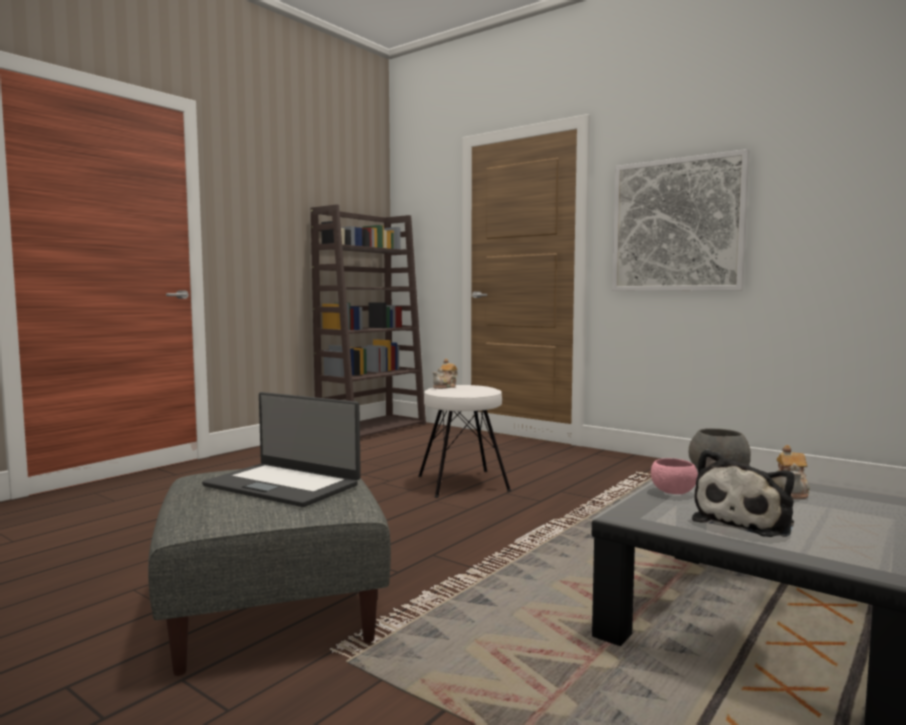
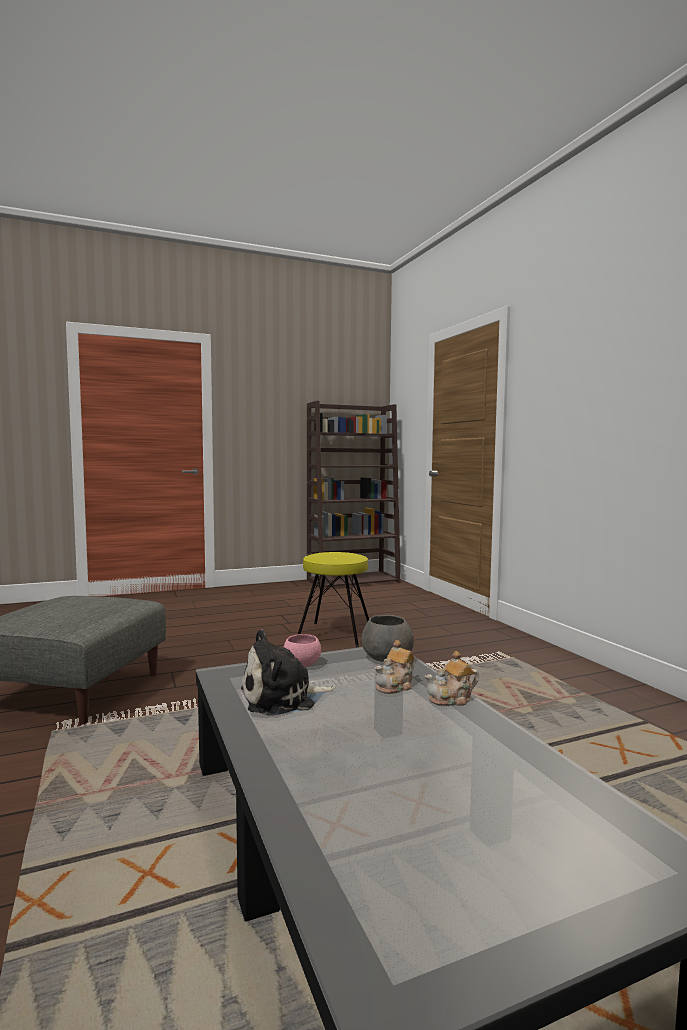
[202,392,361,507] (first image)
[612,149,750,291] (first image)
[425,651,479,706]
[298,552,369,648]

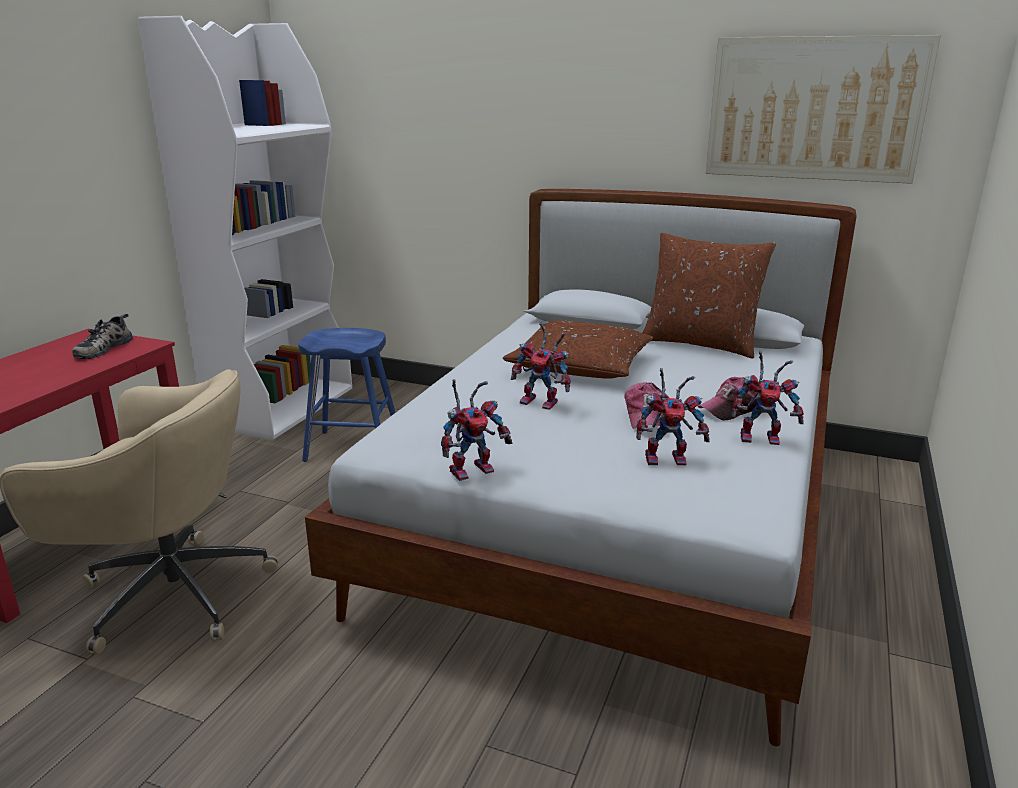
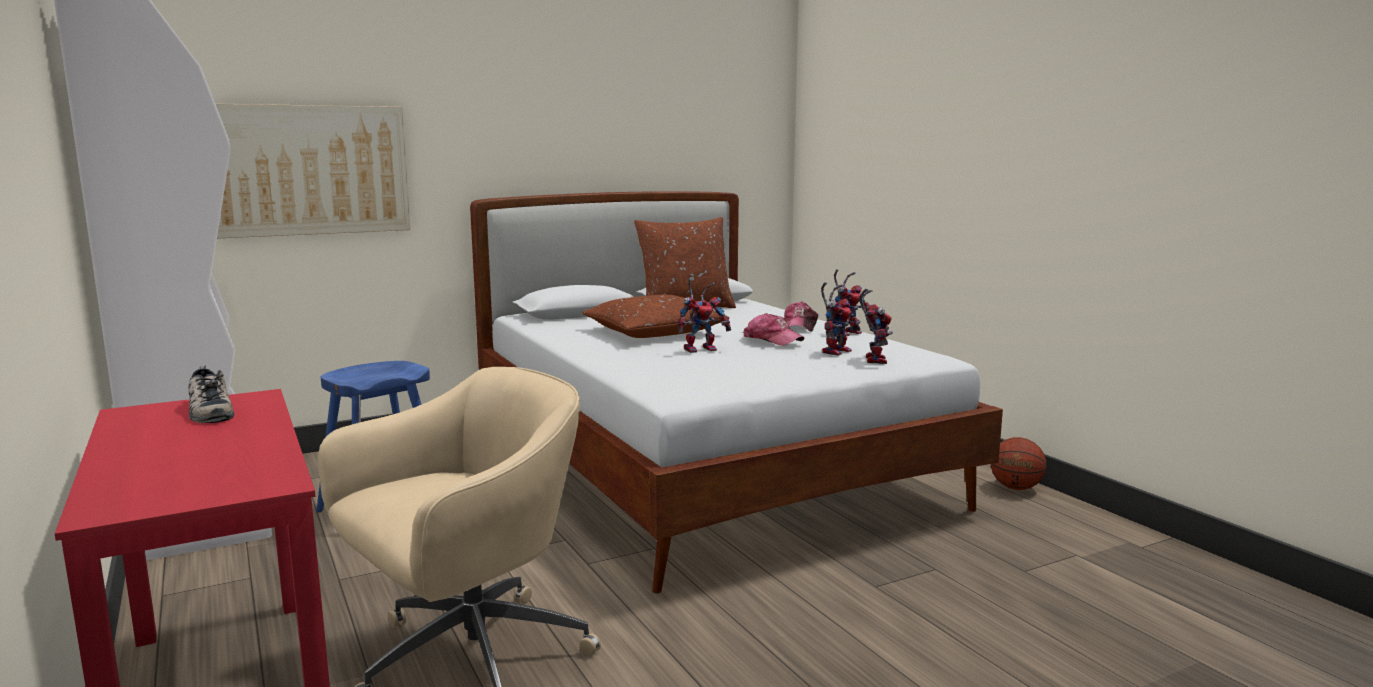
[991,437,1047,490]
[860,289,893,364]
[216,104,410,239]

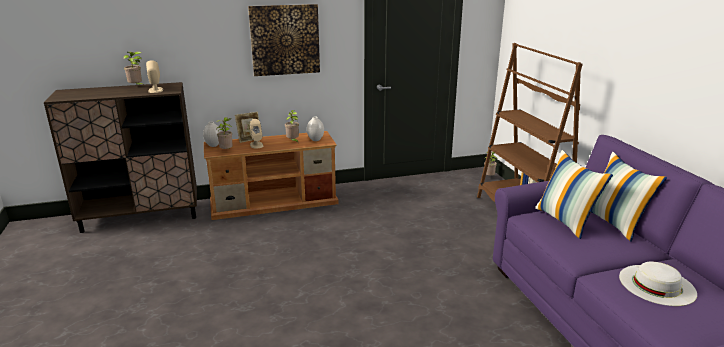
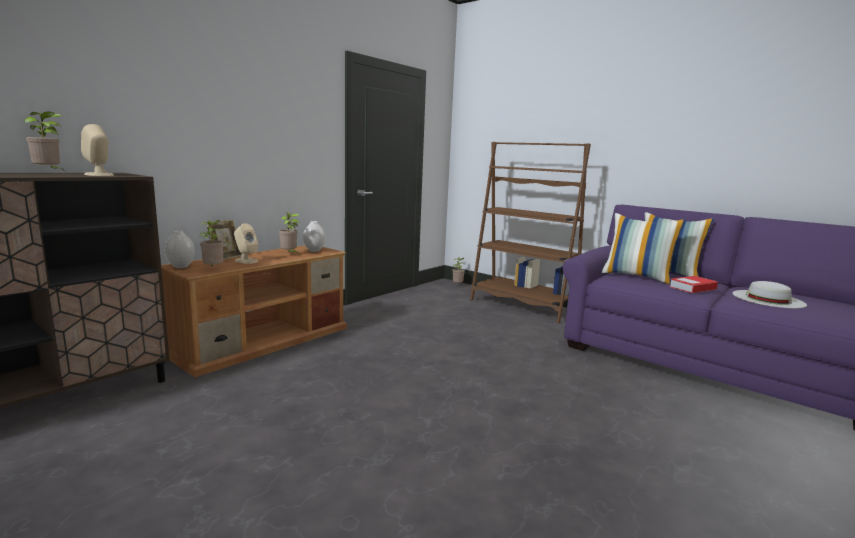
[248,4,320,76] (first image)
[669,276,718,293]

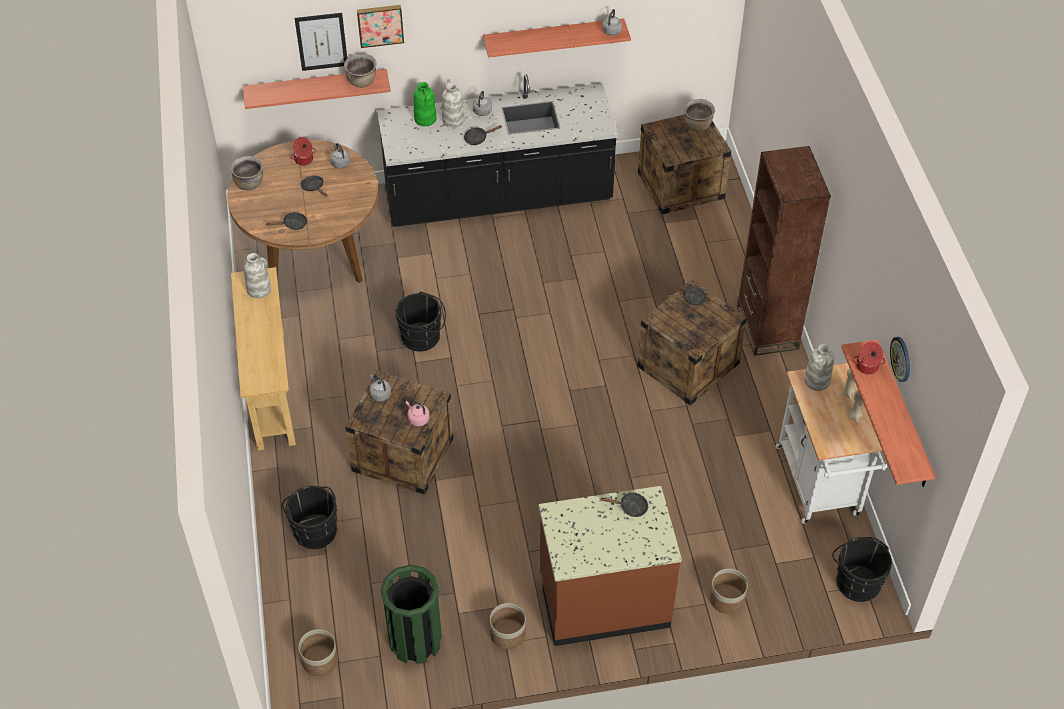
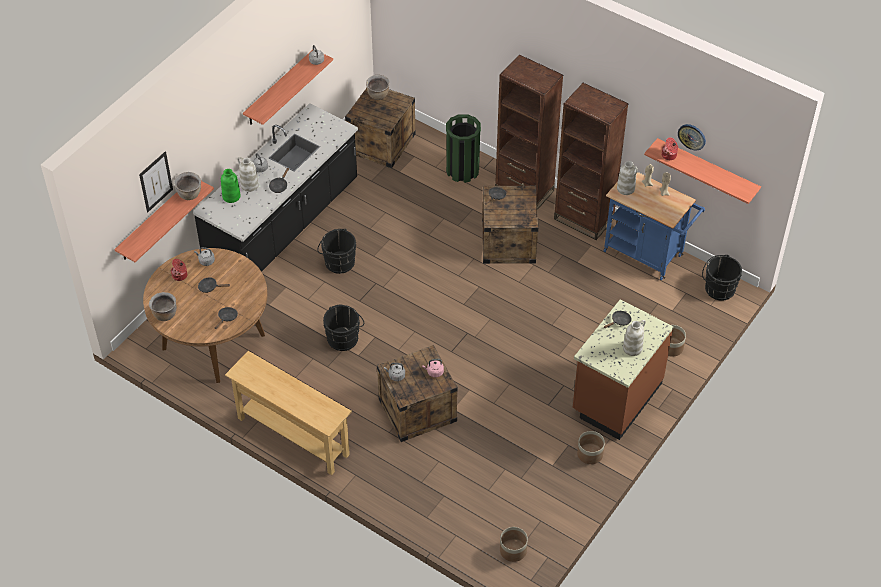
[357,5,404,48] (first image)
[554,83,628,240]
[623,320,646,356]
[317,229,356,274]
[446,114,481,183]
[604,172,705,280]

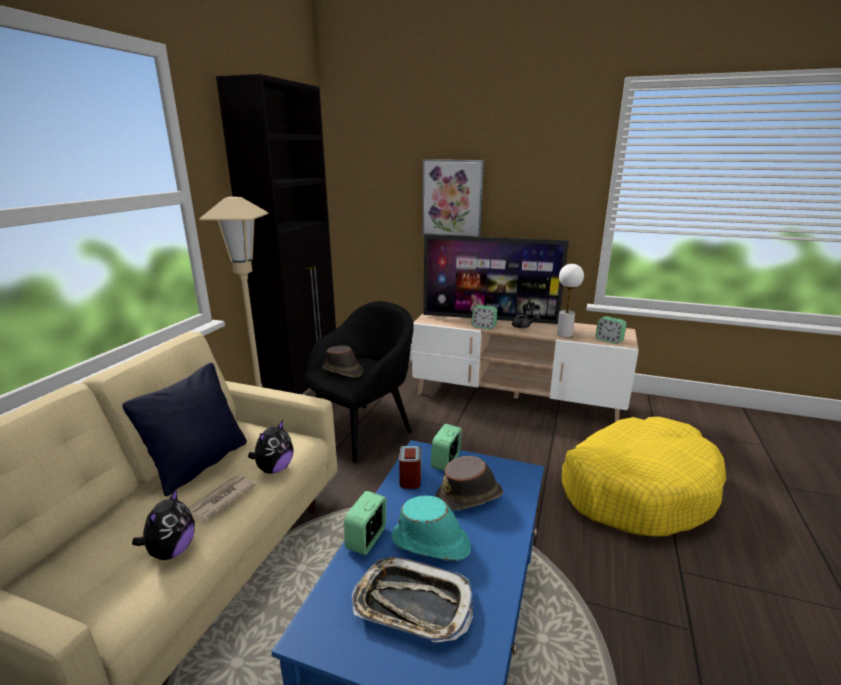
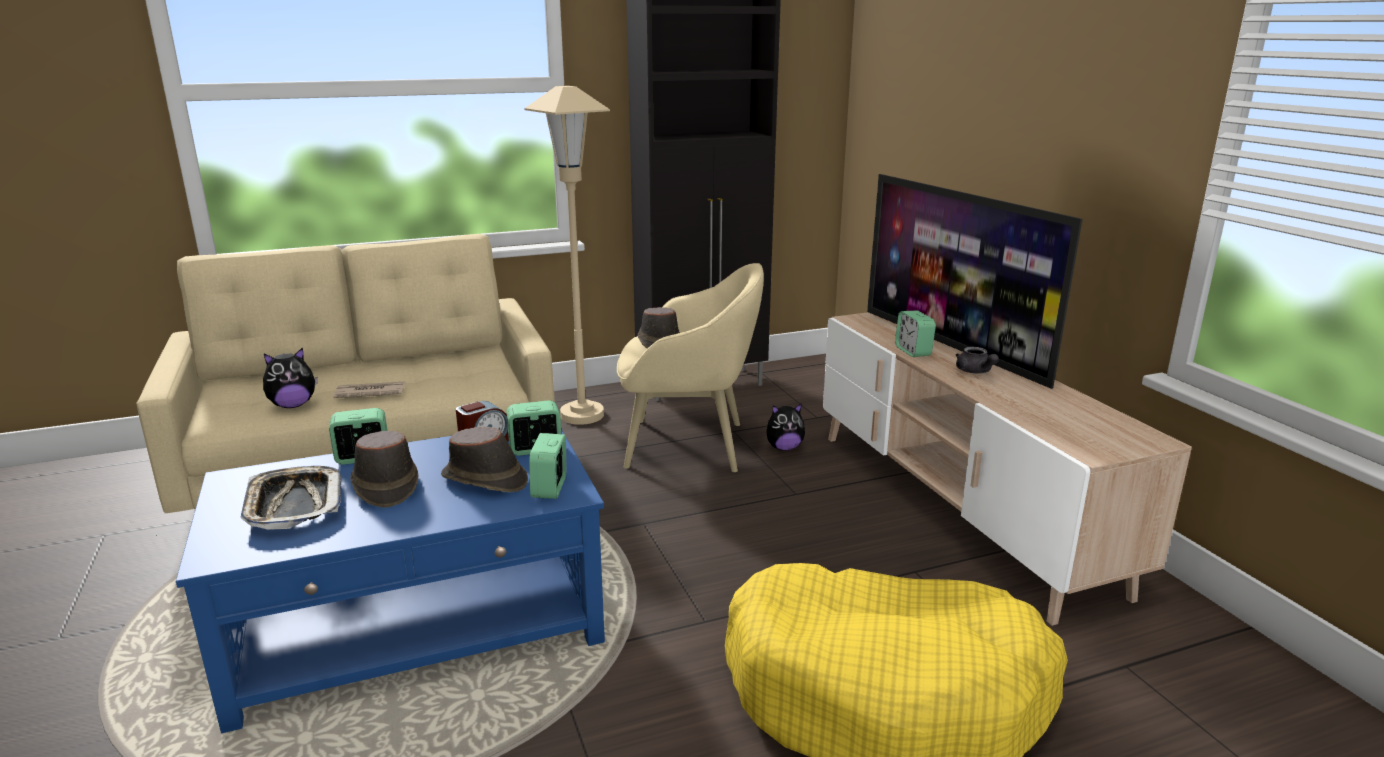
[122,363,247,497] (first image)
[423,160,484,237] (first image)
[557,264,584,337] (first image)
[766,403,805,451]
[529,433,566,499]
[617,263,764,472]
[350,431,418,508]

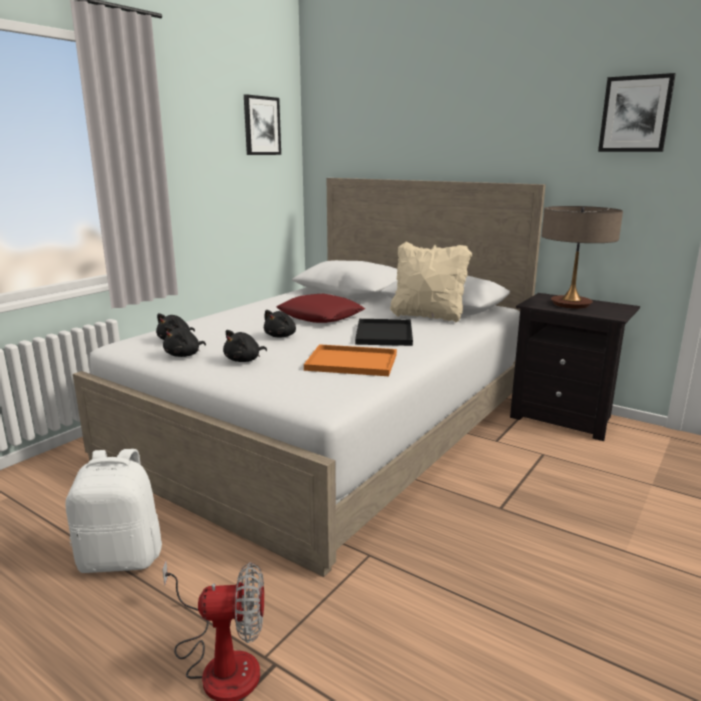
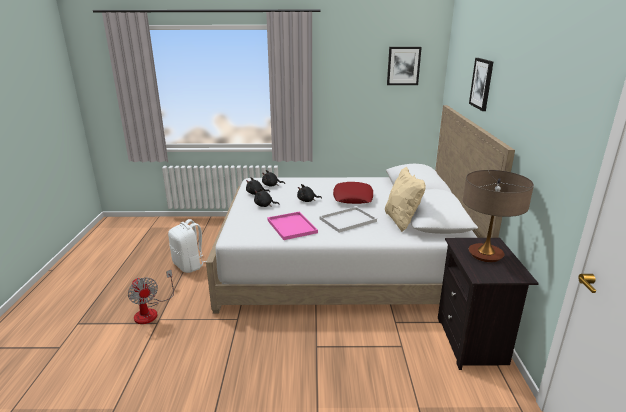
[469,58,493,111]
[267,212,318,240]
[320,207,377,233]

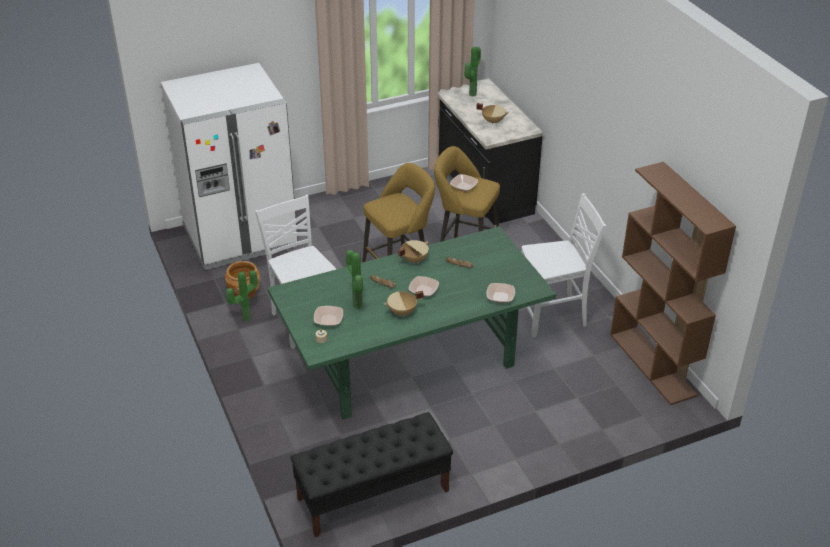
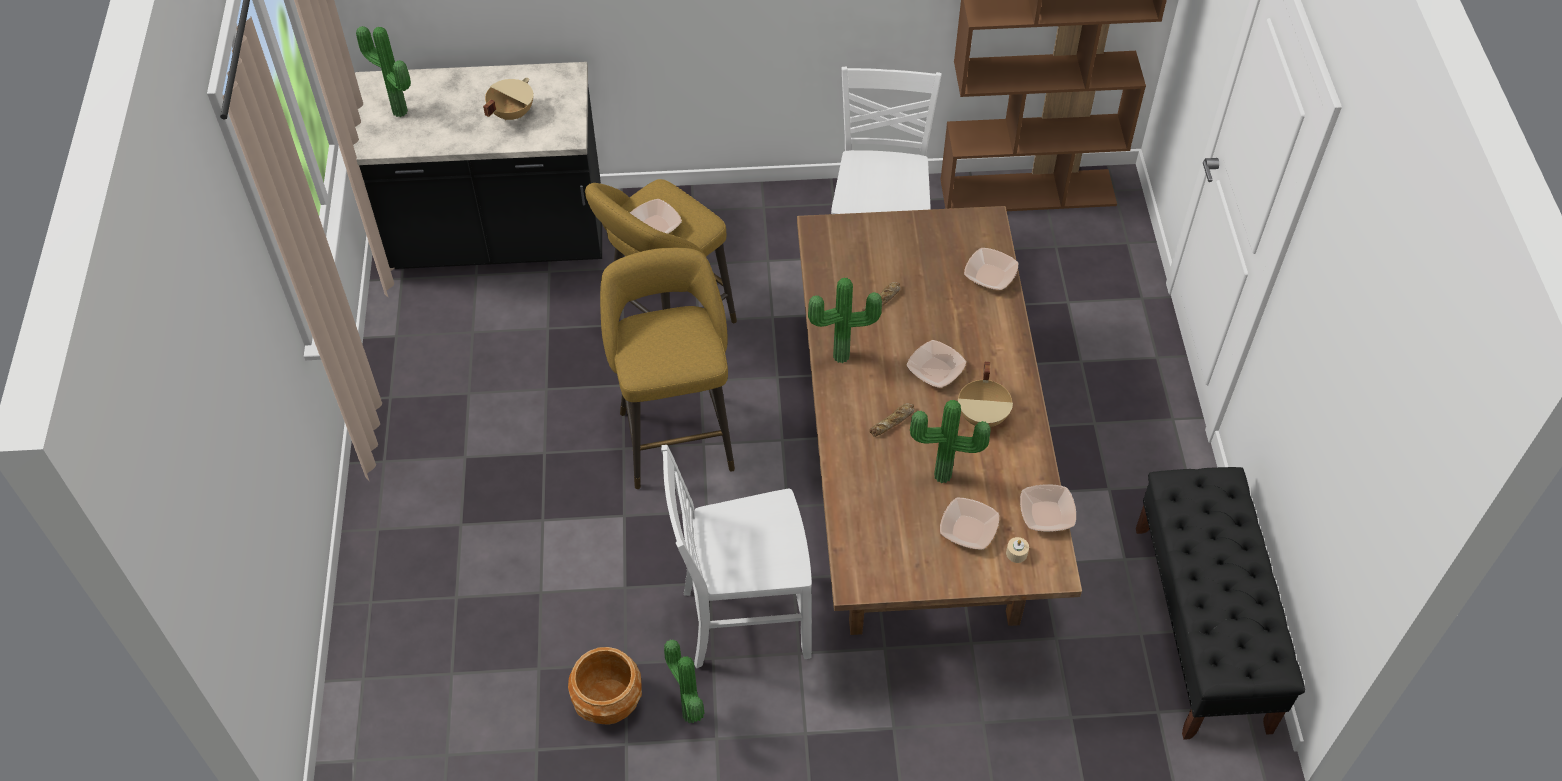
[161,63,298,270] (first image)
[1020,484,1076,531]
[808,277,882,363]
[797,206,1082,635]

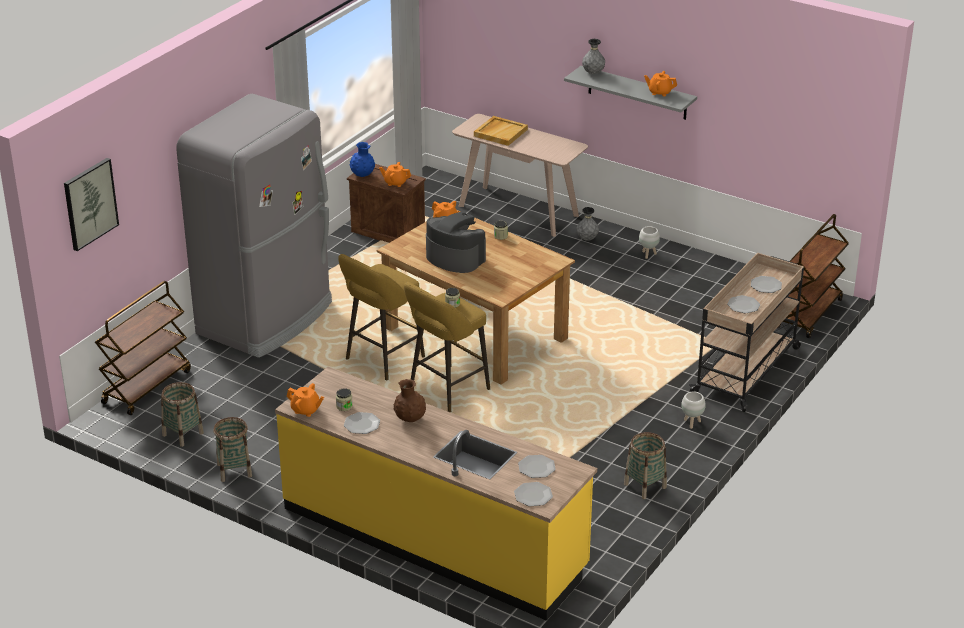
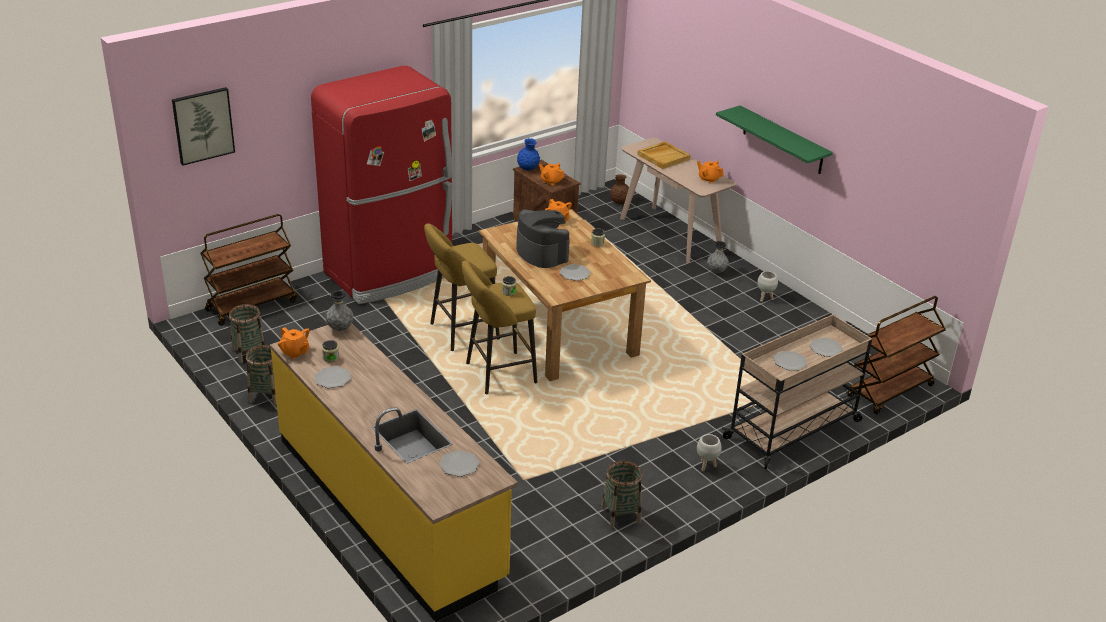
[610,174,629,204]
[560,264,591,281]
[326,290,353,331]
[697,161,724,183]
[311,66,453,304]
[716,106,833,174]

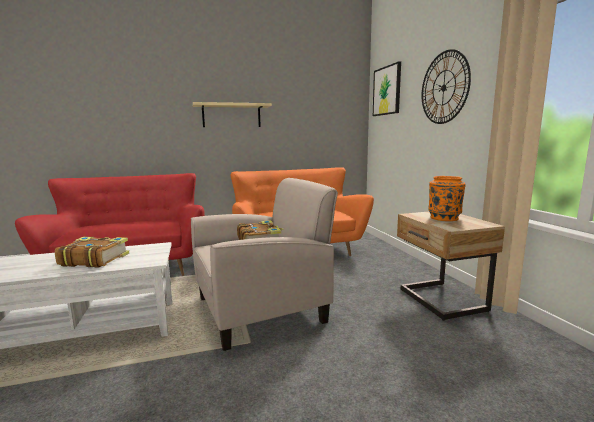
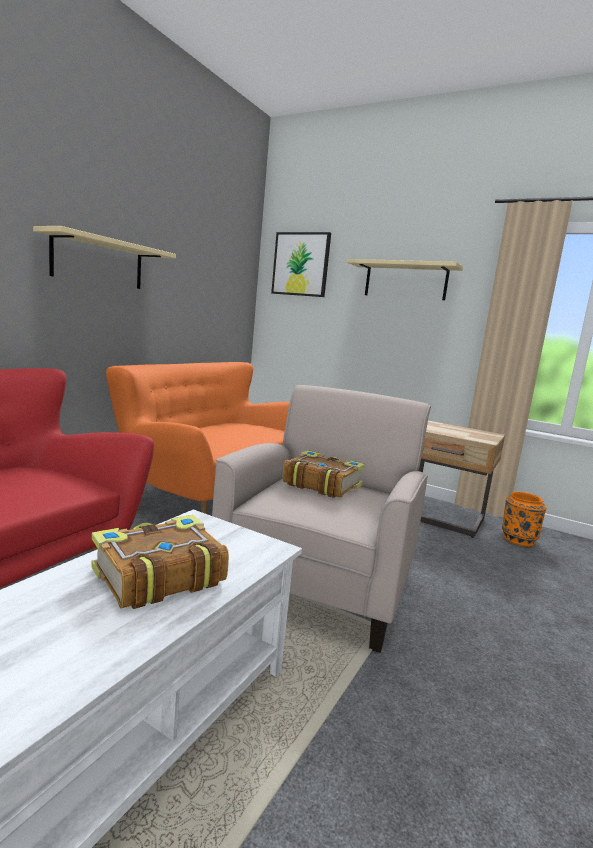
[502,492,546,547]
[347,259,463,300]

